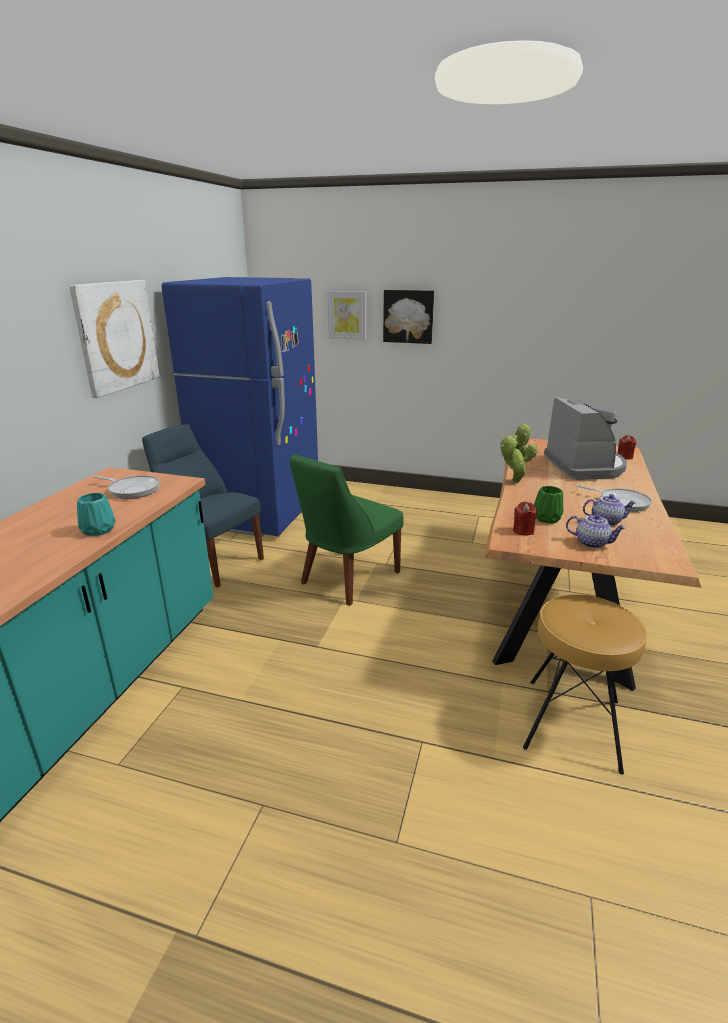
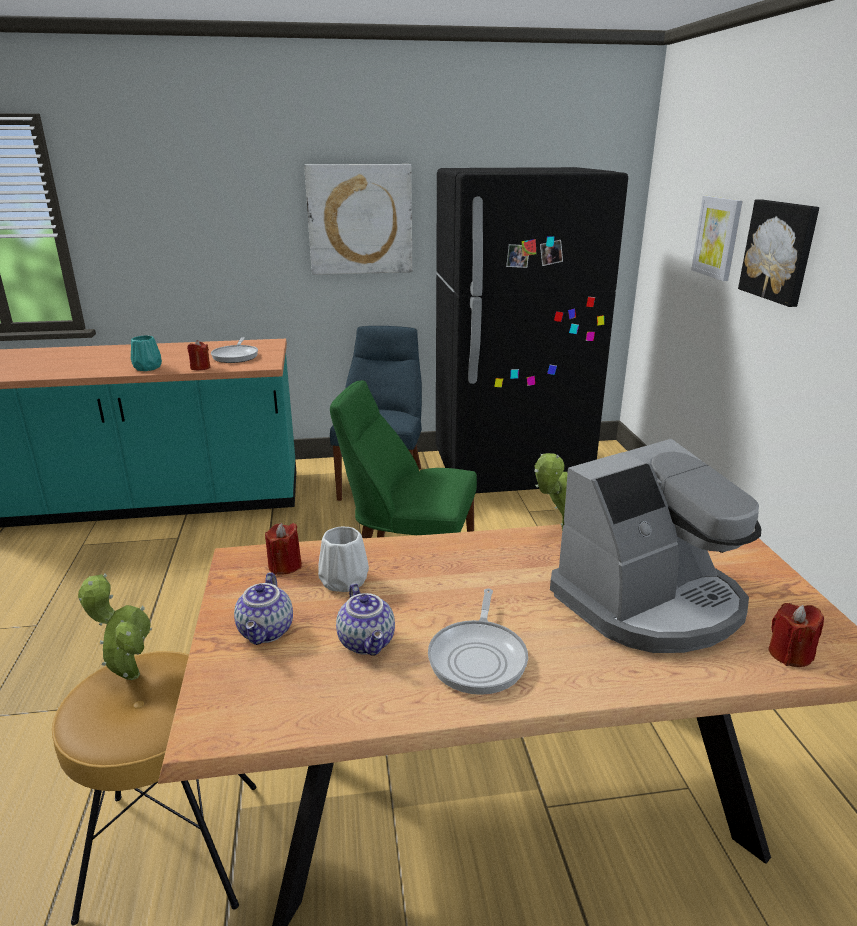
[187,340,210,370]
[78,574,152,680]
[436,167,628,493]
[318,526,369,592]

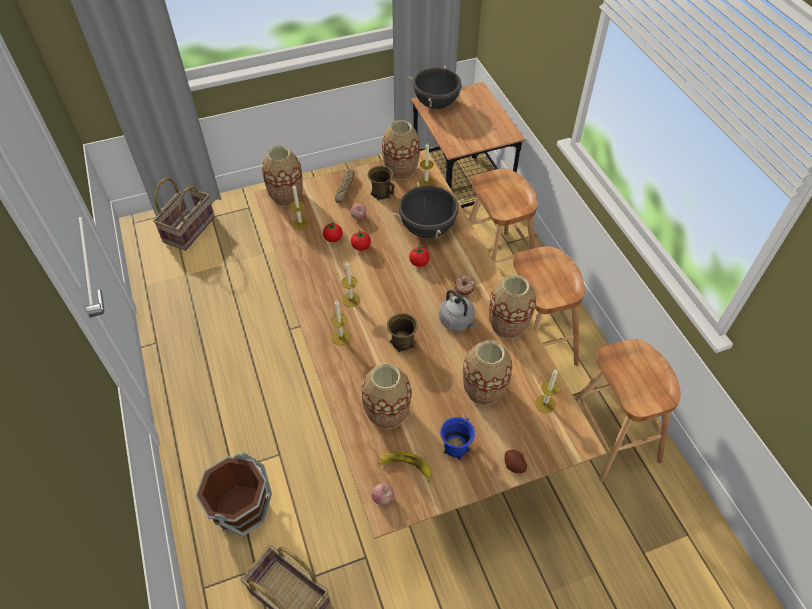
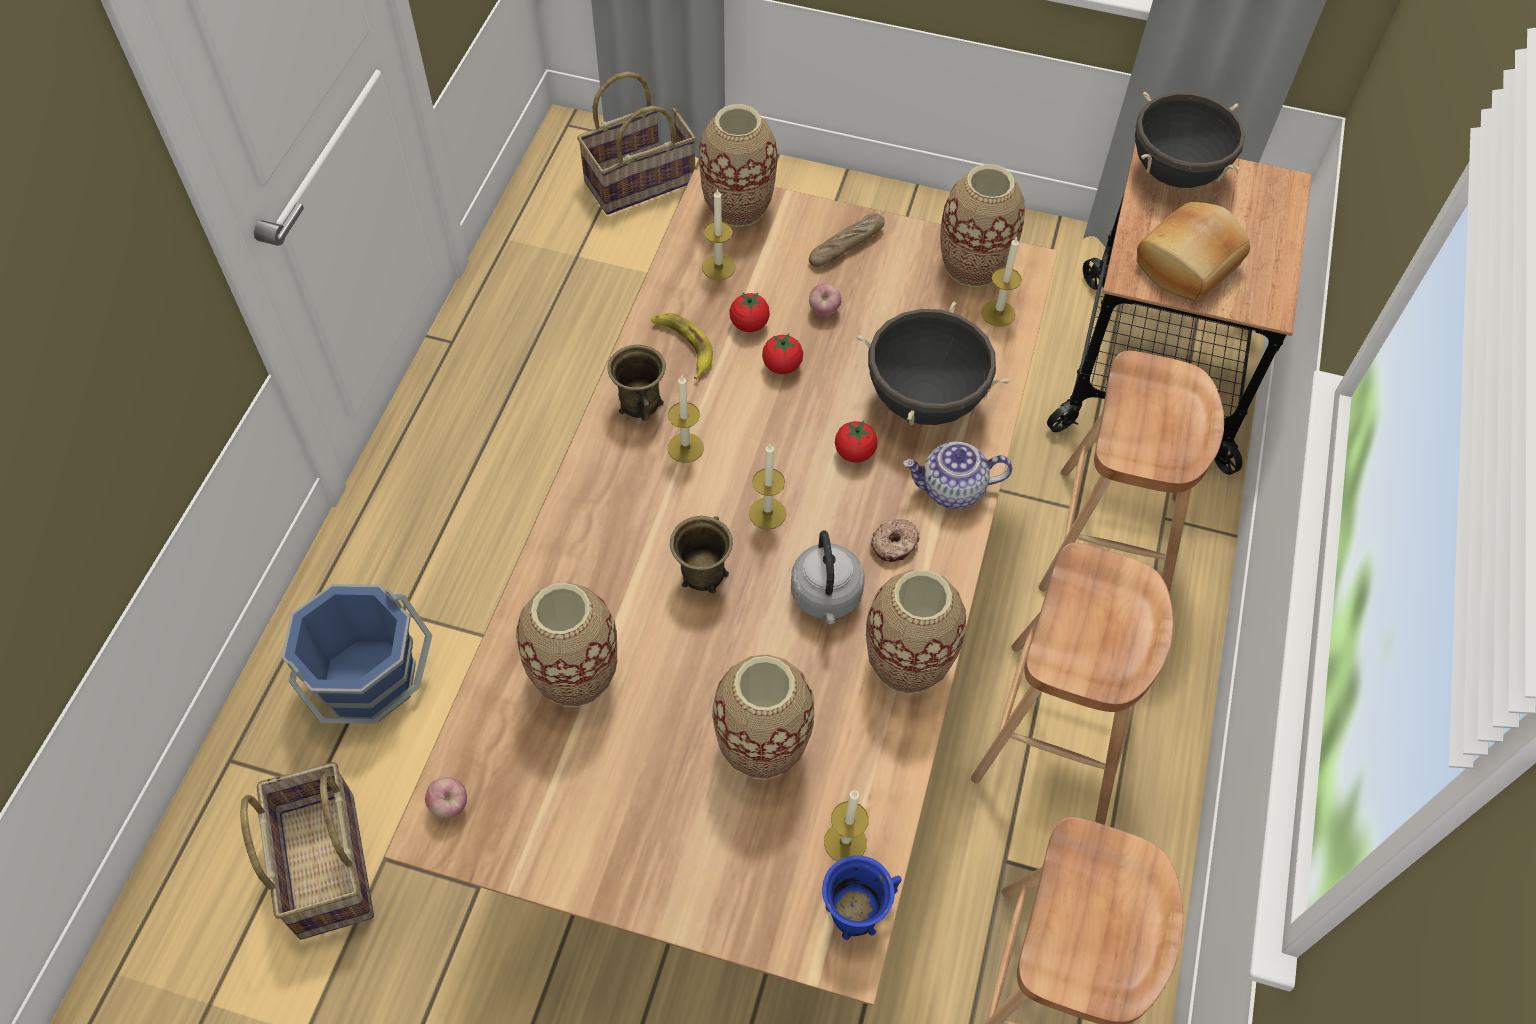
[504,450,527,473] (first image)
[903,441,1012,509]
[1136,202,1250,302]
[749,444,786,530]
[607,345,666,421]
[651,313,713,379]
[822,855,902,940]
[281,584,432,724]

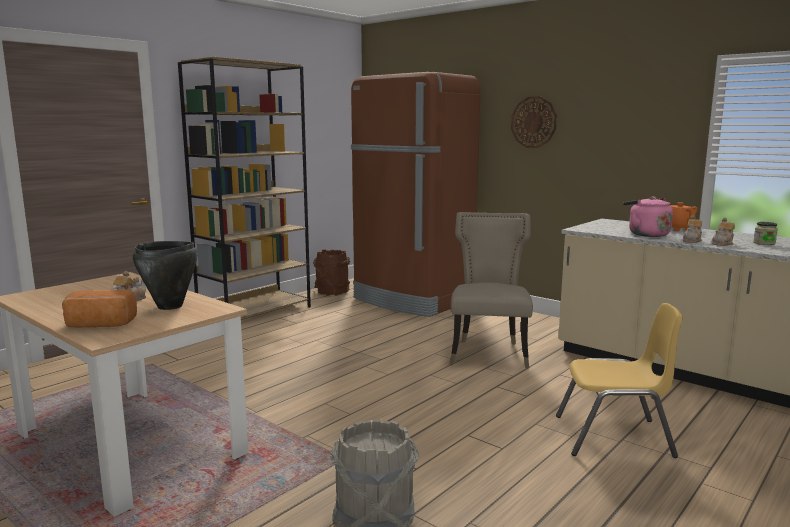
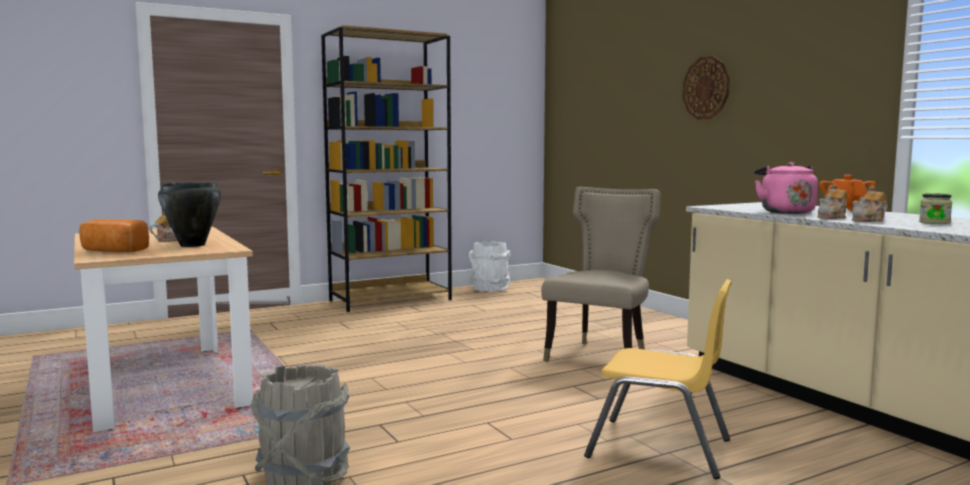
[351,72,480,317] (first image)
[469,241,511,293]

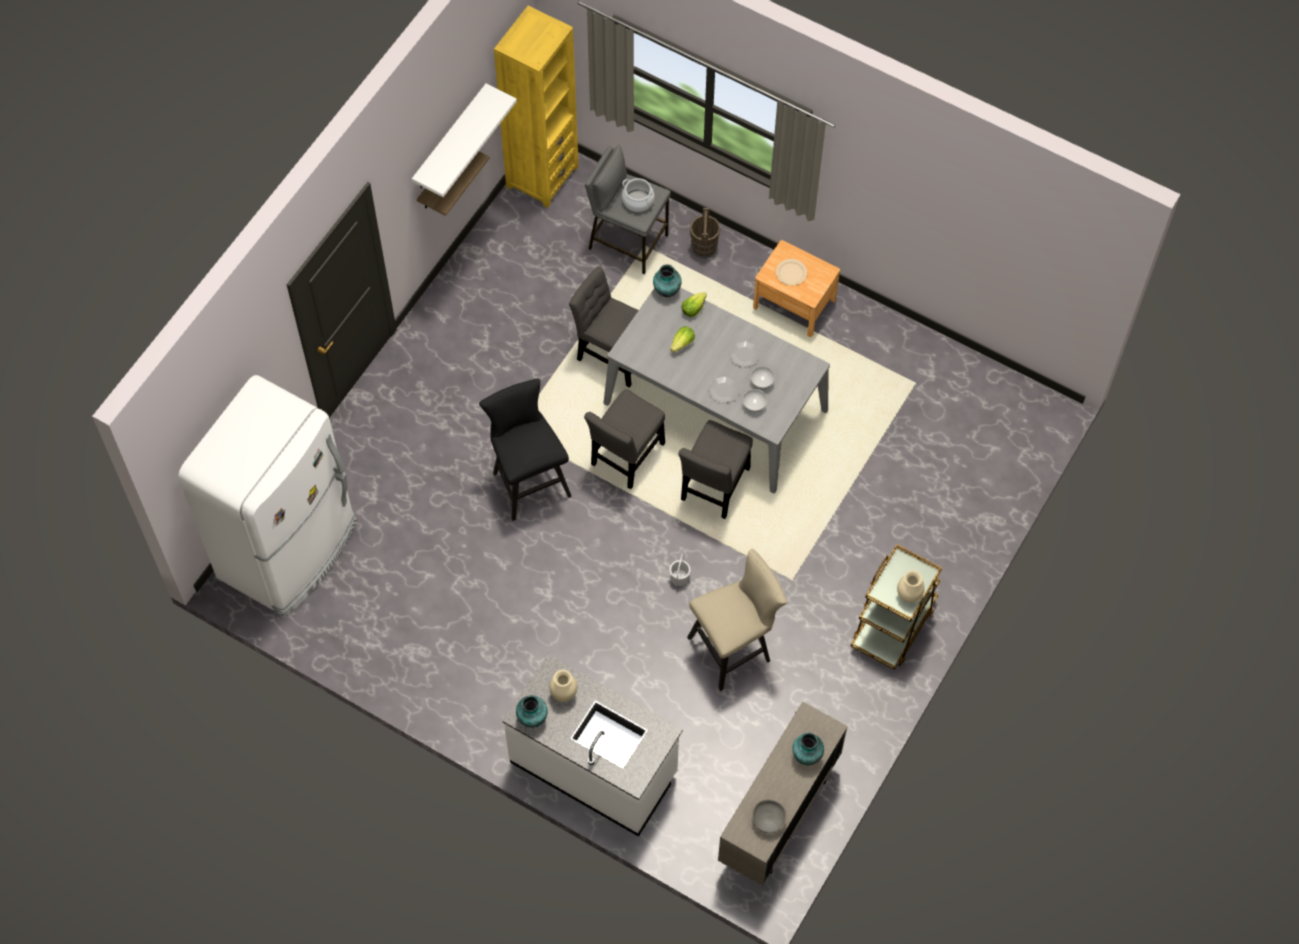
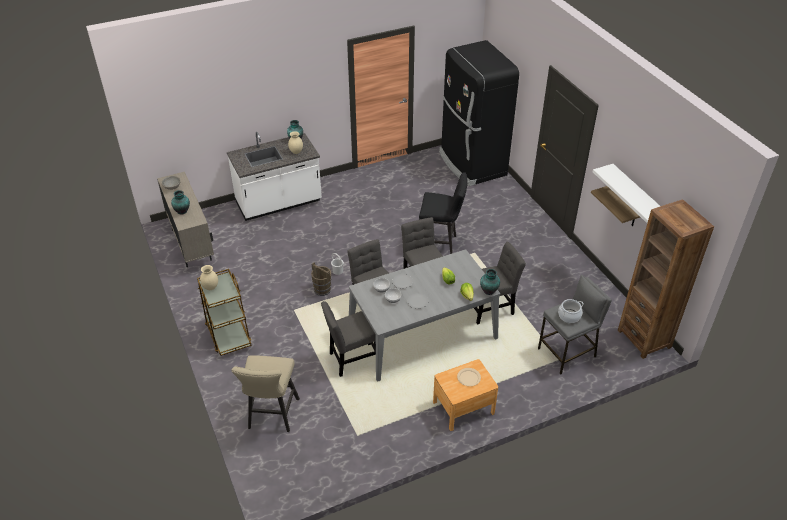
[321,301,376,377]
[231,355,300,432]
[311,262,331,296]
[439,40,519,186]
[618,199,714,359]

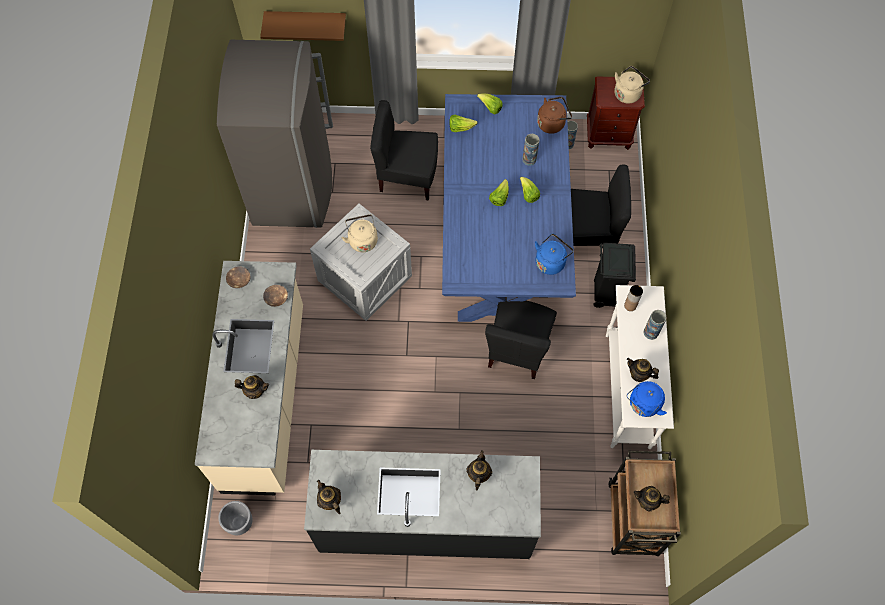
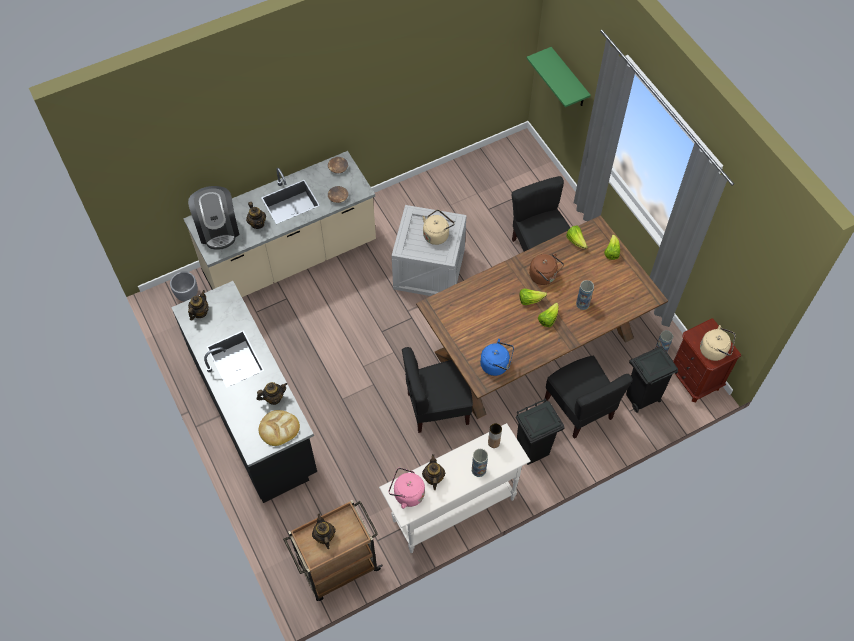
[217,40,333,228] (first image)
[188,186,240,250]
[259,410,300,446]
[626,346,678,413]
[529,254,564,285]
[526,47,591,107]
[416,215,668,419]
[389,467,425,509]

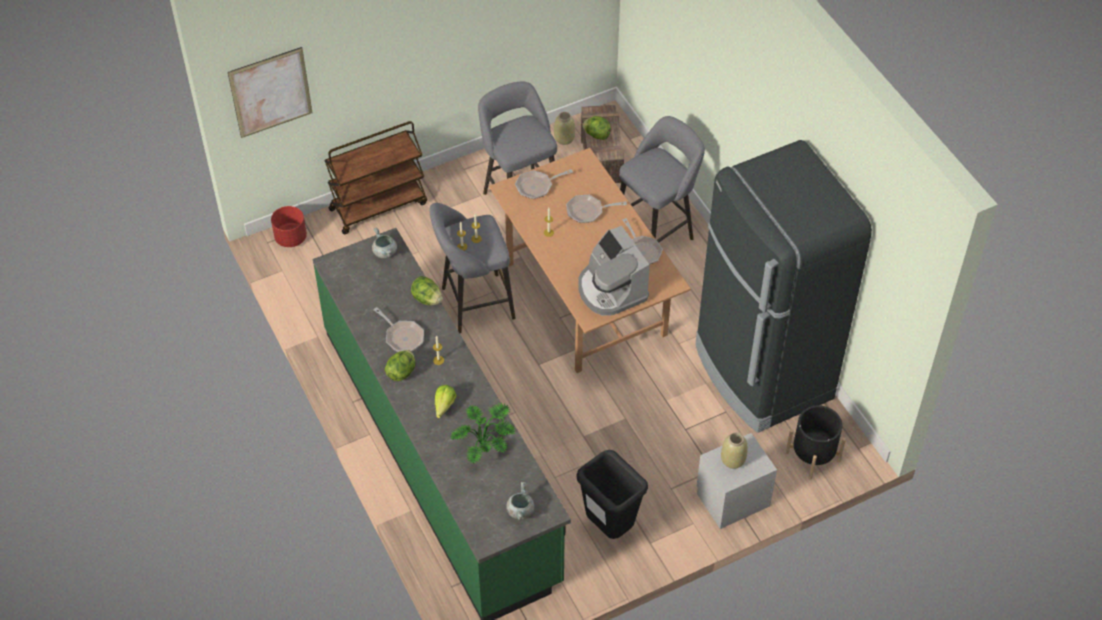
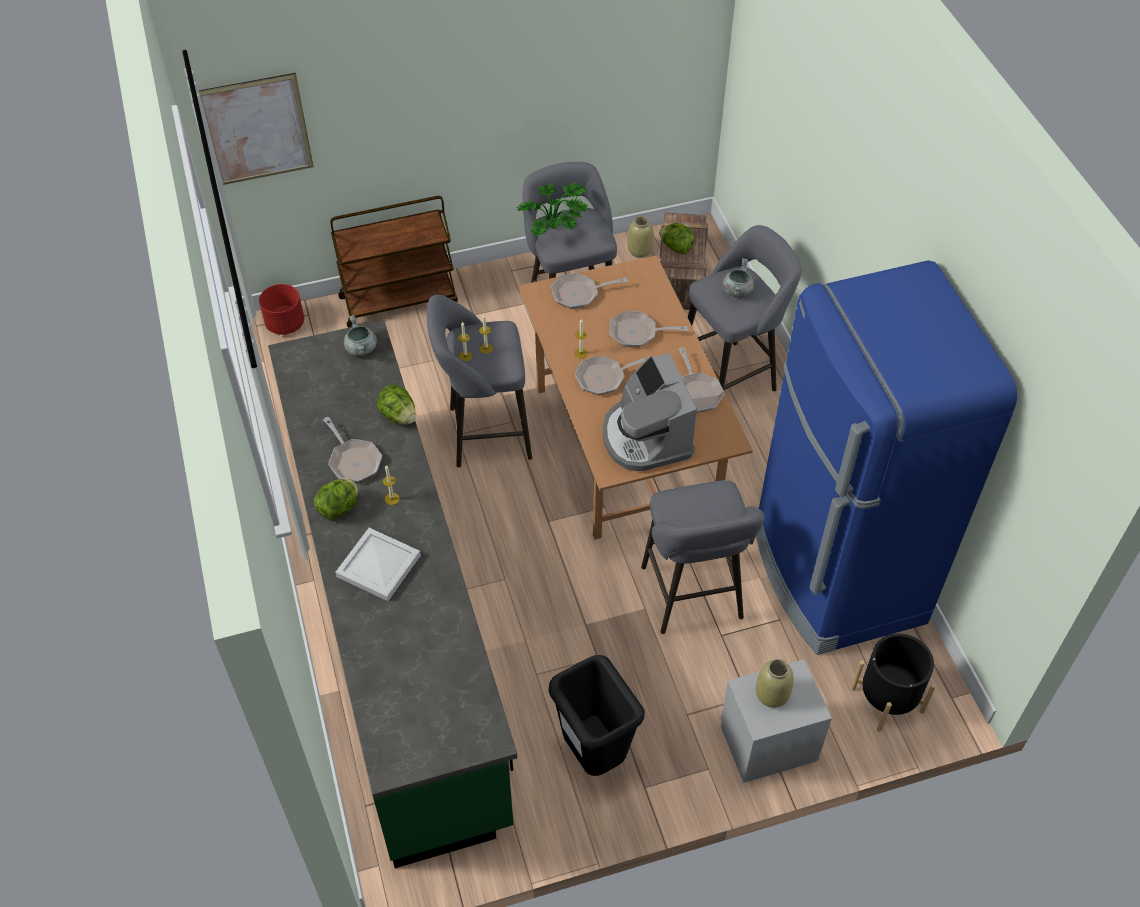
[574,356,649,395]
[641,480,764,634]
[517,182,588,237]
[723,258,754,298]
[335,528,421,601]
[756,260,1017,655]

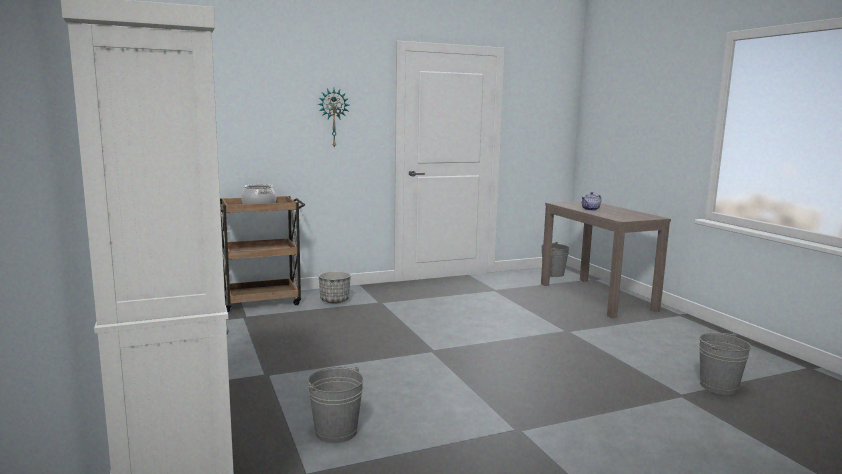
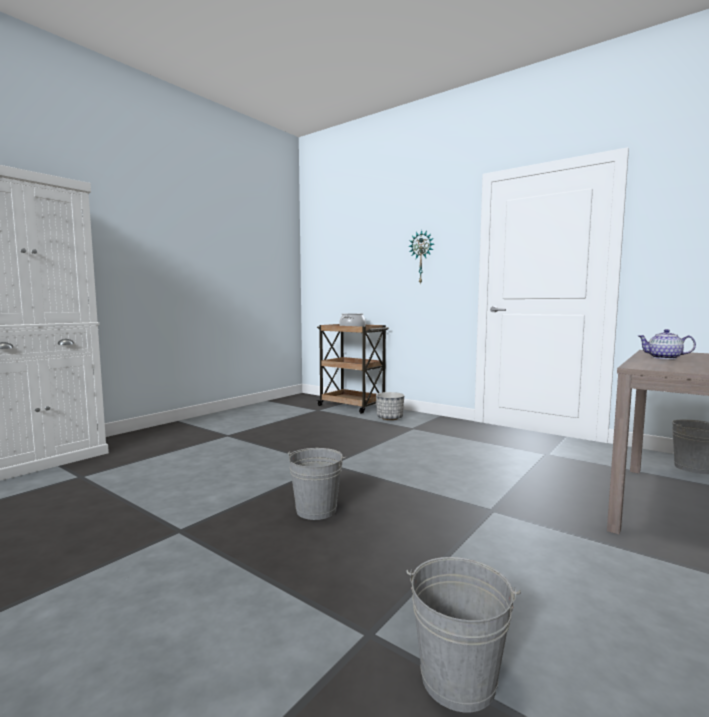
[288,448,346,520]

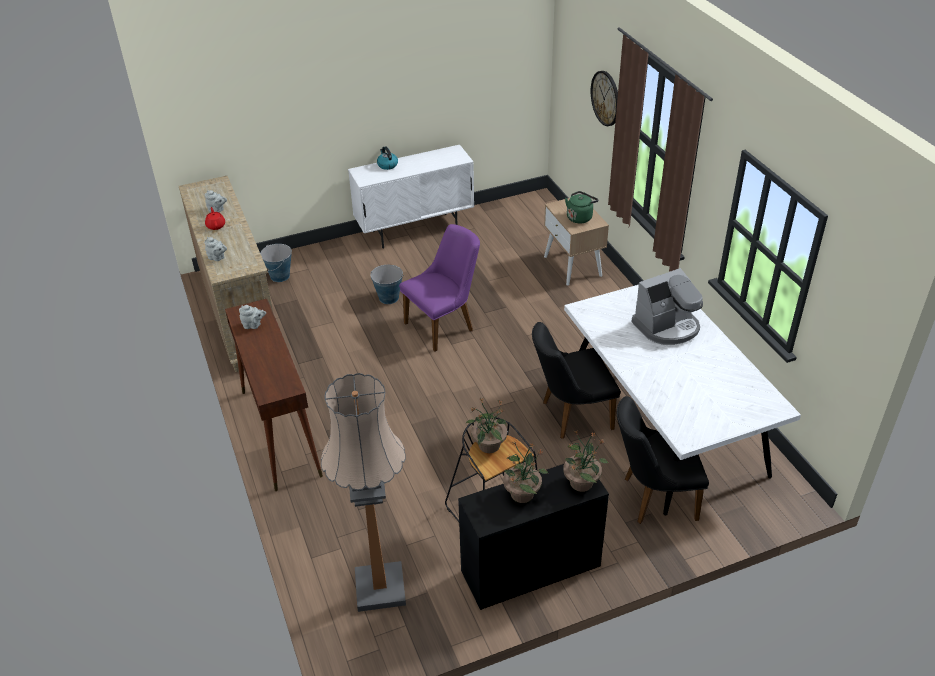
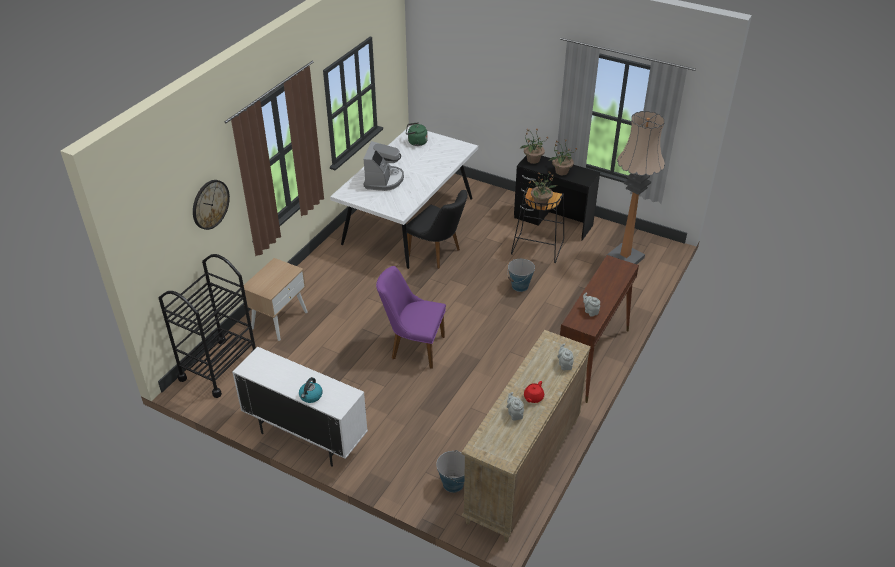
[617,396,709,524] (first image)
[159,254,256,398]
[507,259,535,292]
[406,122,428,146]
[364,141,404,191]

